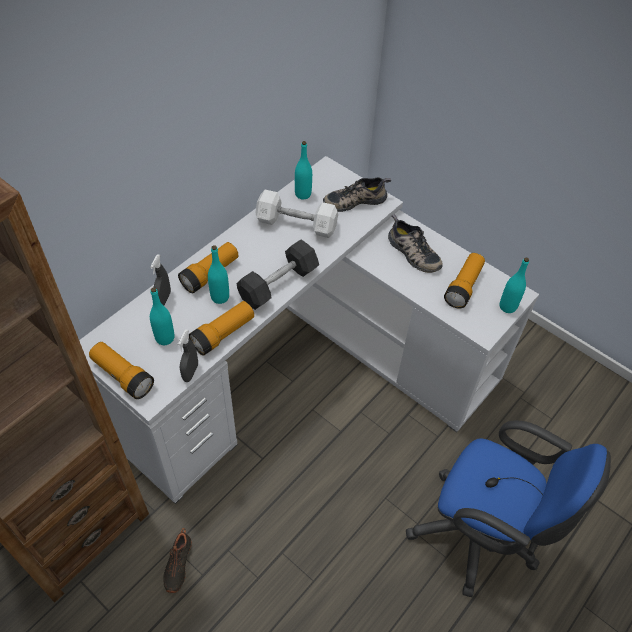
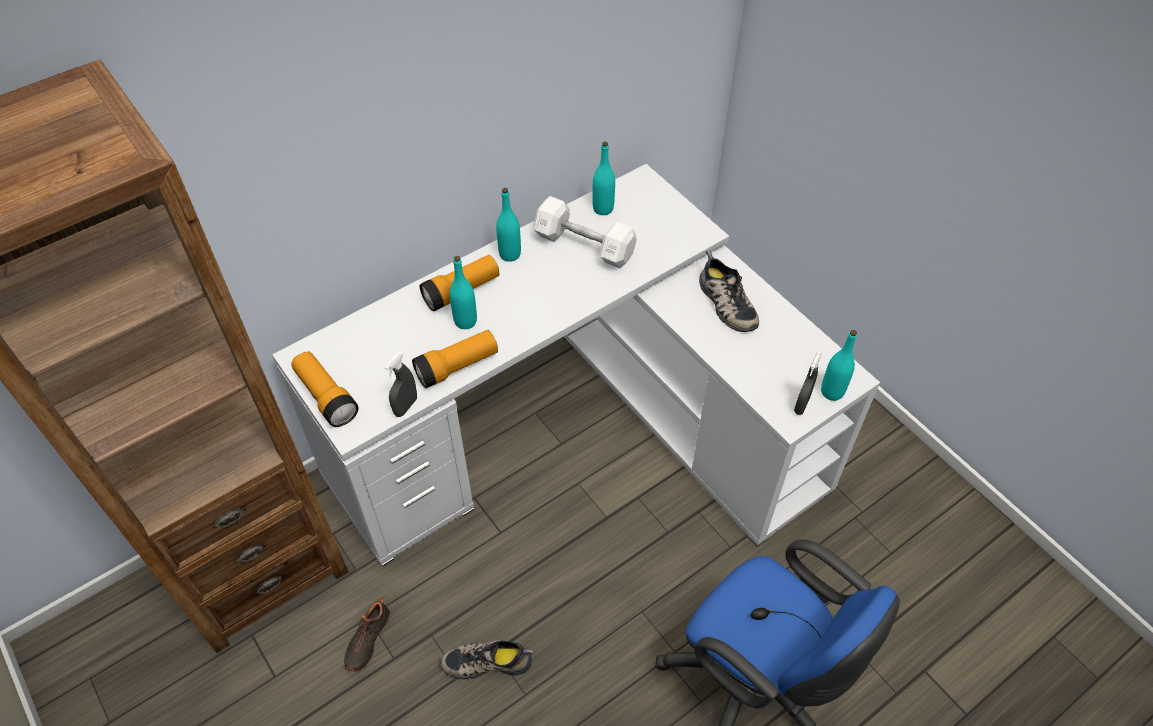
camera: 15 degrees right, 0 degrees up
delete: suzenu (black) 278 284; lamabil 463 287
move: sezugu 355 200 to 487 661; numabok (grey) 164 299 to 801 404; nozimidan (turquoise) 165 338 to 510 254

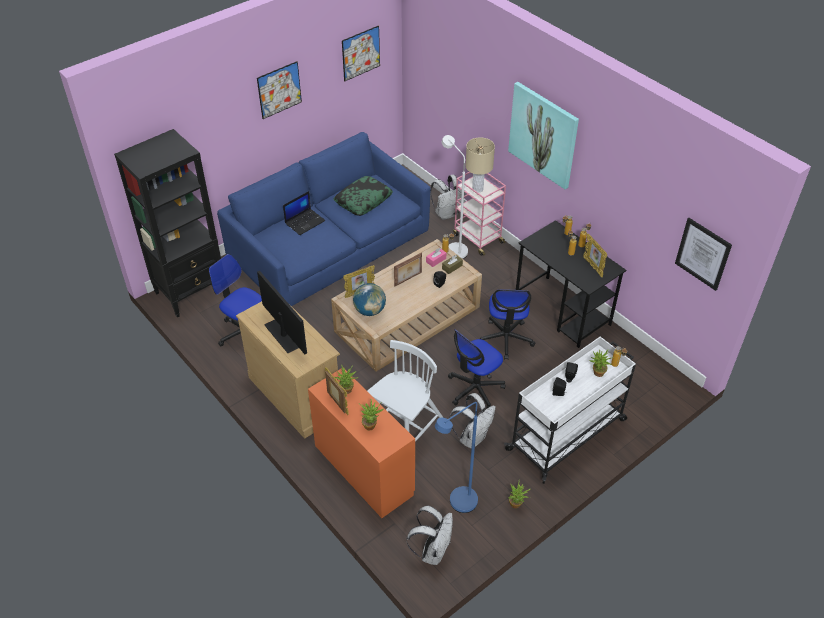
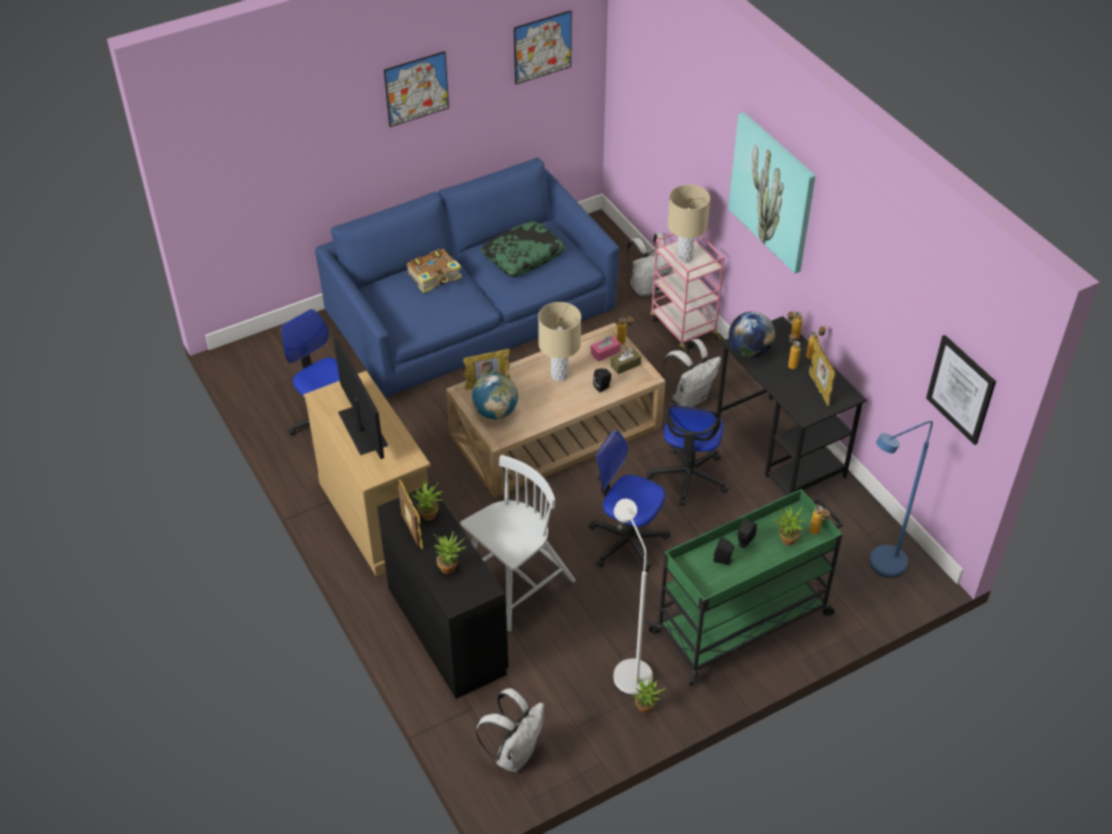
camera: 10 degrees right, 0 degrees up
delete: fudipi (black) 191 292
insert: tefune 749 351
move: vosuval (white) 453 248 to 628 669; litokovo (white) 472 437 to 690 398; vosuval (blue) 457 505 to 879 567
replace: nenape 305 221 to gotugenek 435 276; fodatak 408 279 to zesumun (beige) 559 375
recolor: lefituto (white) 567 434 to lefituto (green) 743 622; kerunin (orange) 363 470 to kerunin (black) 446 630
rotate: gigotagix 475 389 = 627 541 60 degrees clockwise

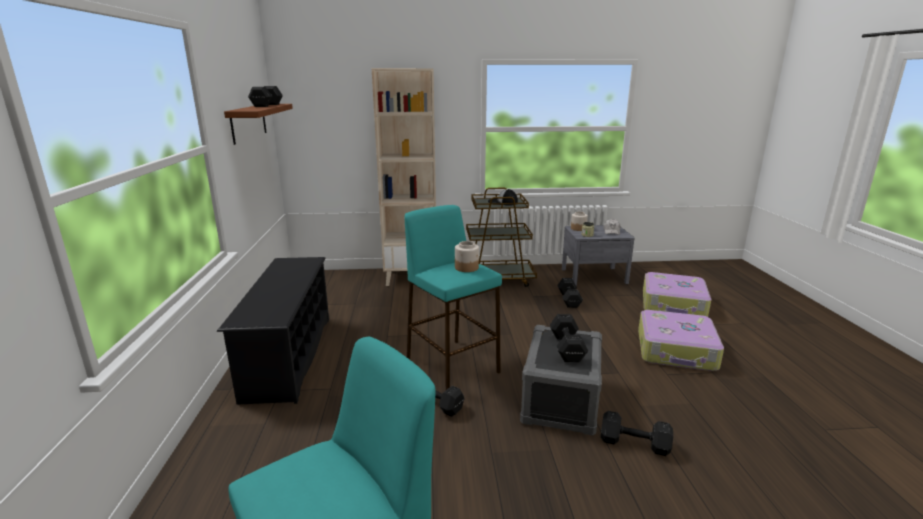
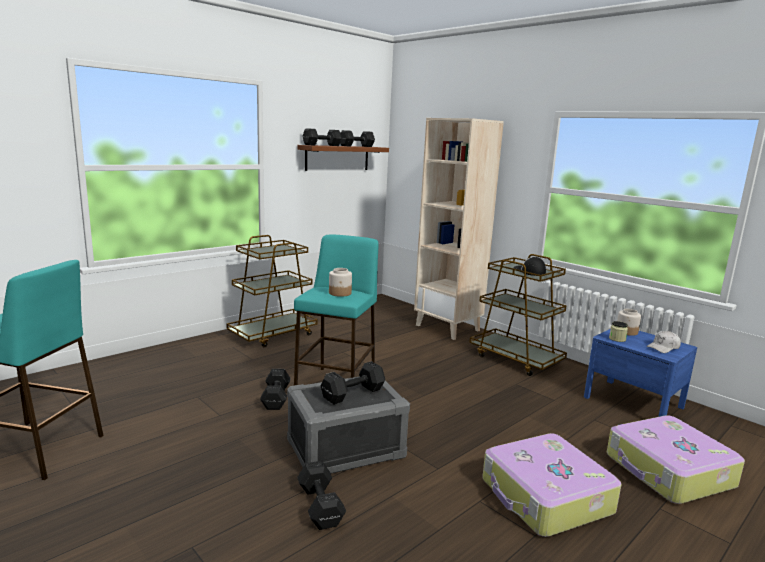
camera: 50 degrees right, 5 degrees down
move: suzenu (black) 569 299 to 323 145
replace: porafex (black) 289 356 to lefituto (brown) 273 334
recolor: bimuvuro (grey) 594 276 to bimuvuro (blue) 633 402

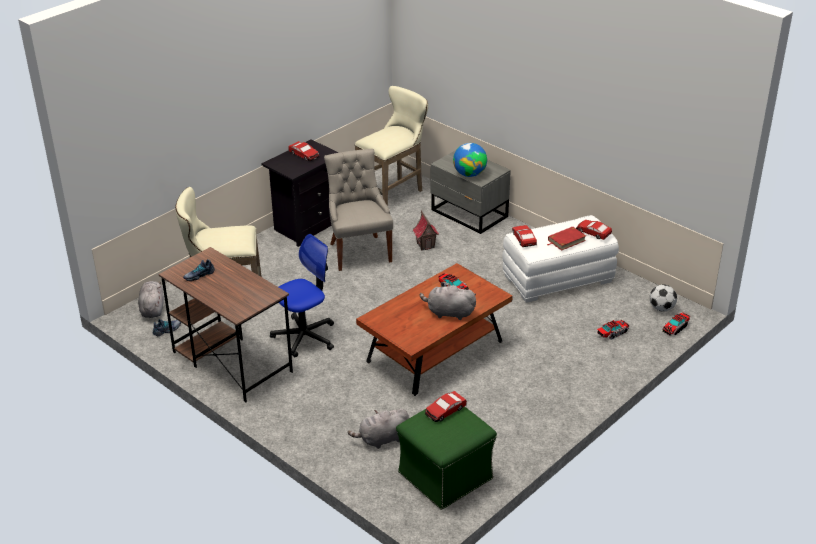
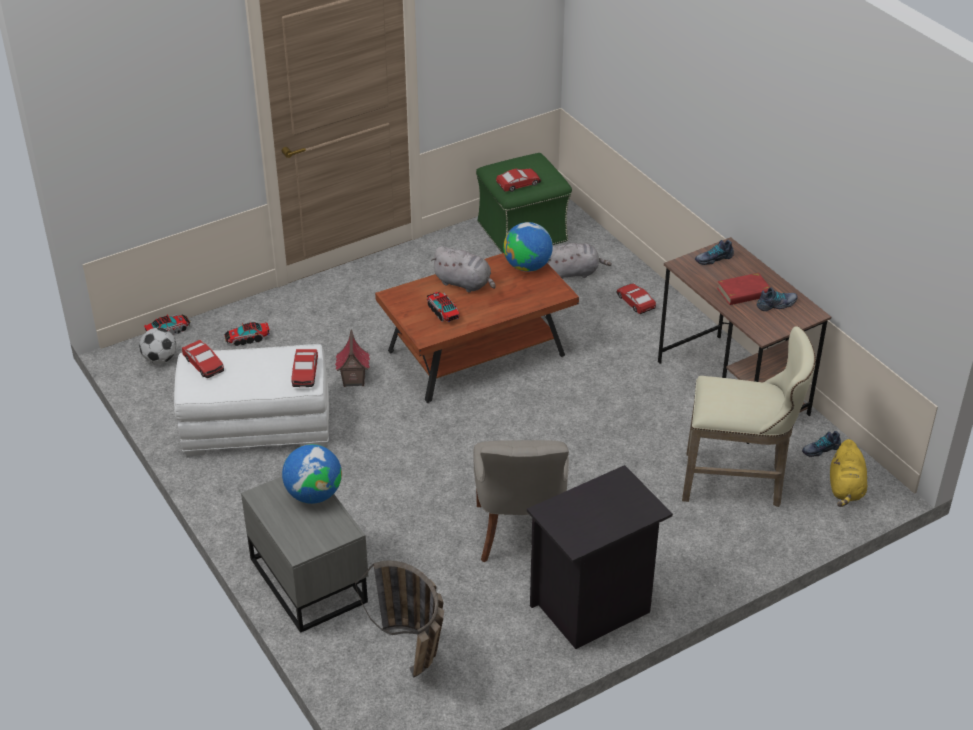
camera: 165 degrees left, 5 degrees up
delete: gigotagix 305 336
insert: tefune 527 266; sezugu 713 258
move: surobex 304 155 to 635 302; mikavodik 425 245 to 353 380; gotugenek (red) 566 240 to 744 292
replace: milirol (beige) 394 193 to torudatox 415 660
recolor: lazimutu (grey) 152 308 to lazimutu (yellow) 845 489

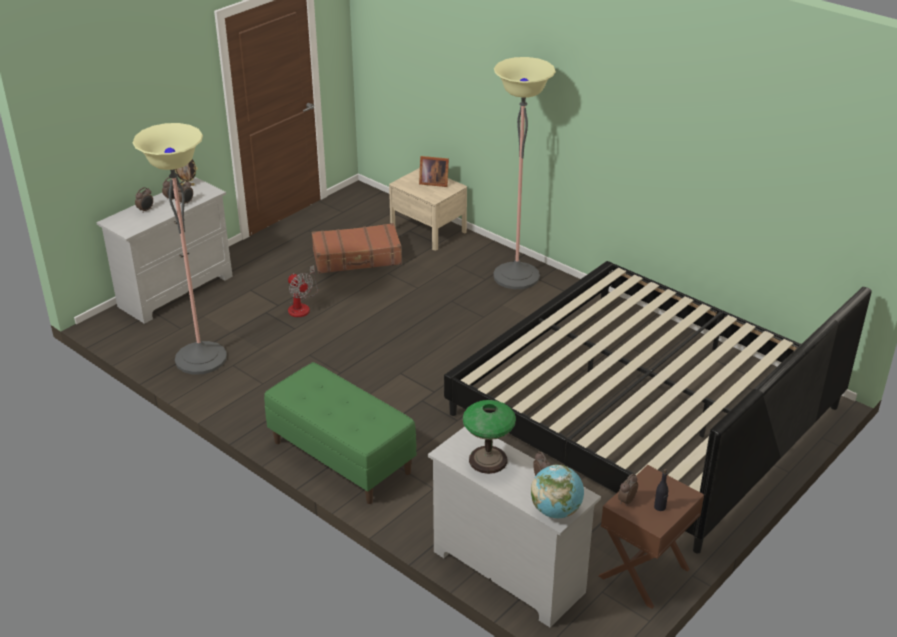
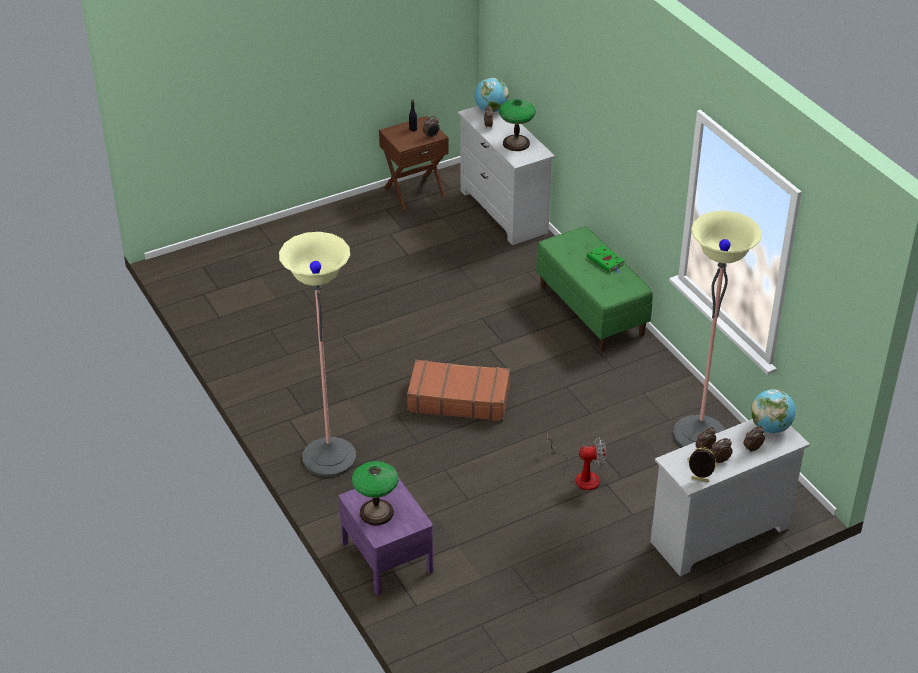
camera: 160 degrees left, 5 degrees up
delete: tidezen 644 411
insert: gotugenek (green) 606 262; tefune 770 427
move: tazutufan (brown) 357 258 to 458 399
replace: fodatak 433 182 to zesumun 376 512
recolor: bimuvuro (beige) 428 230 to bimuvuro (purple) 387 557
rotate: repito 301 306 = 580 476 105 degrees clockwise

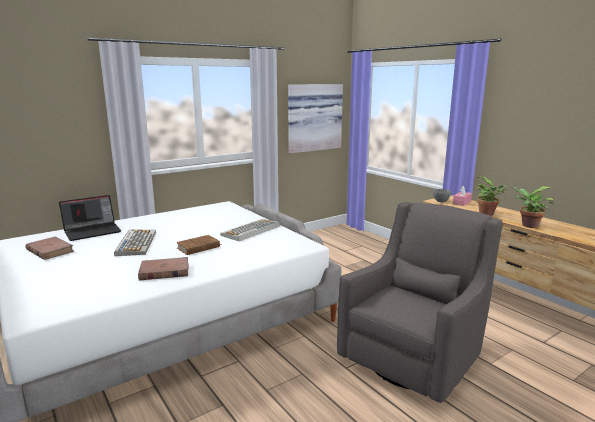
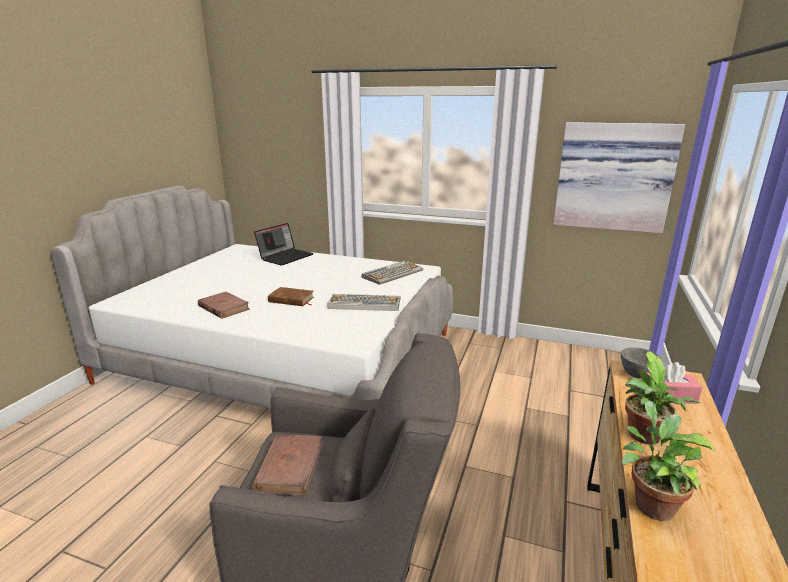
camera: 55 degrees right, 5 degrees up
move: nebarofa 136 243 to 393 273; gotugenek (brown) 50 250 to 290 467
rotate: nenape 93 231 = 286 257 75 degrees counterclockwise

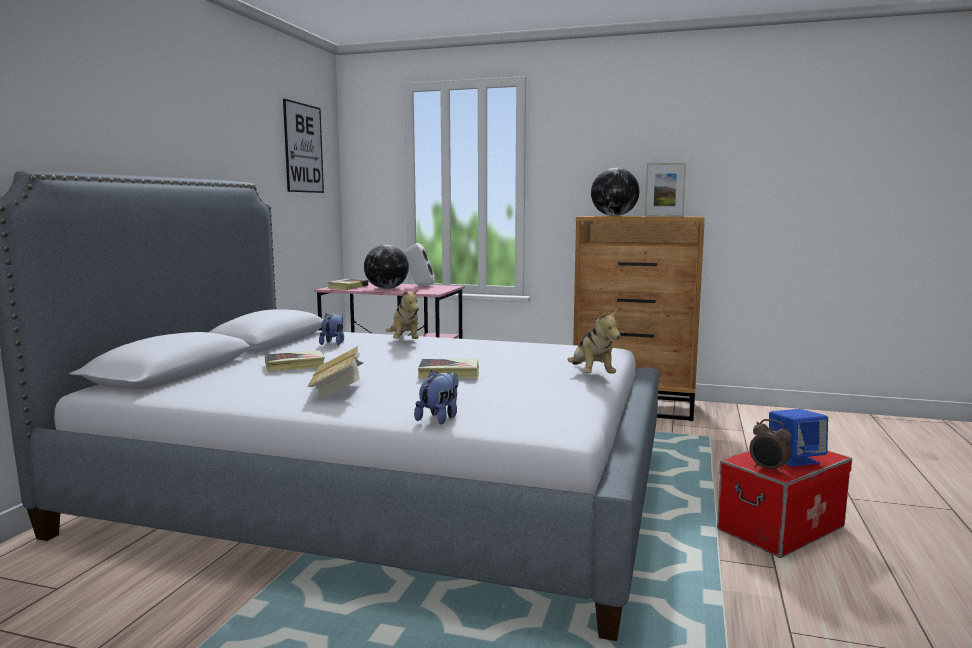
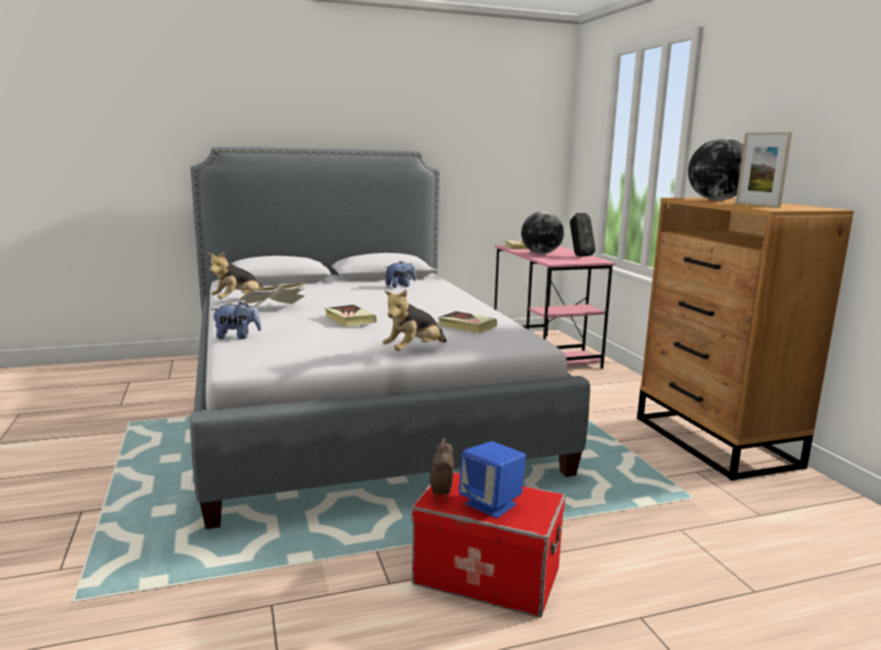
camera: 55 degrees right, 5 degrees up
delete: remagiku 303 148
move: lazimutu 405 342 to 238 301; gotugenek 295 365 to 467 326
recolor: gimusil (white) 420 286 to gimusil (black) 578 256

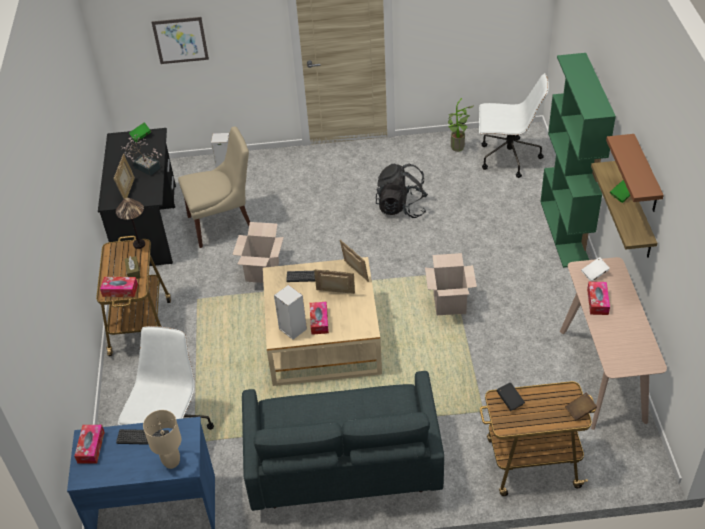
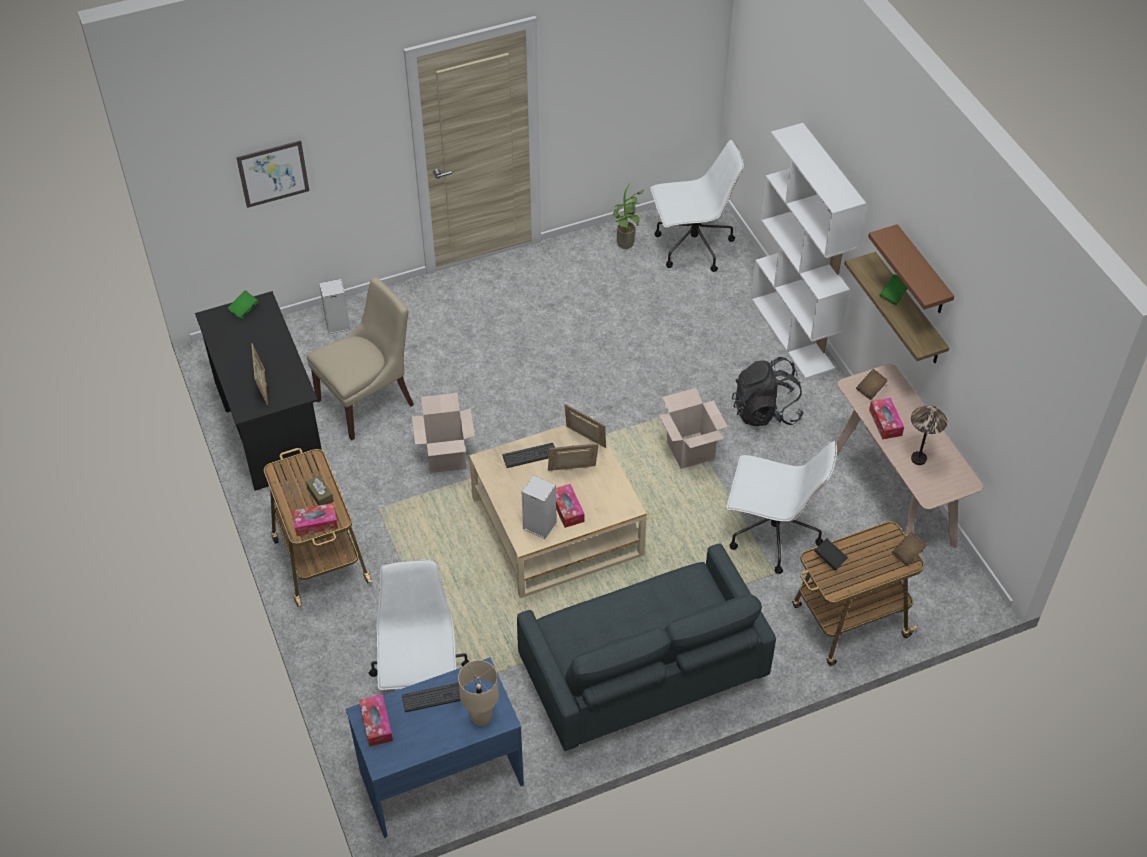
camera: 20 degrees left, 5 degrees up
delete: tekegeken 145 166
insert: gigotagix (white) 771 534
move: litokovo (black) 401 207 to 765 411; zesumun 139 244 to 918 458
recolor: fudipi (green) 565 232 to fudipi (white) 793 333; gotugenek (white) 594 274 to gotugenek (brown) 870 389

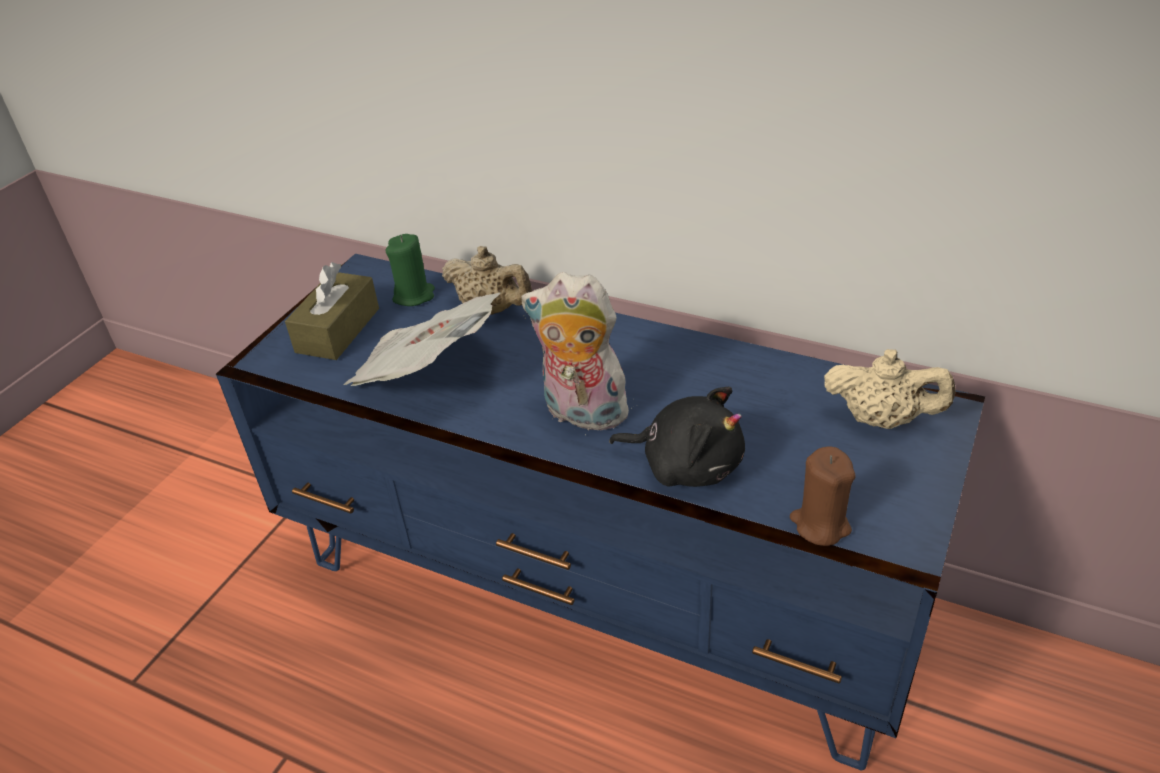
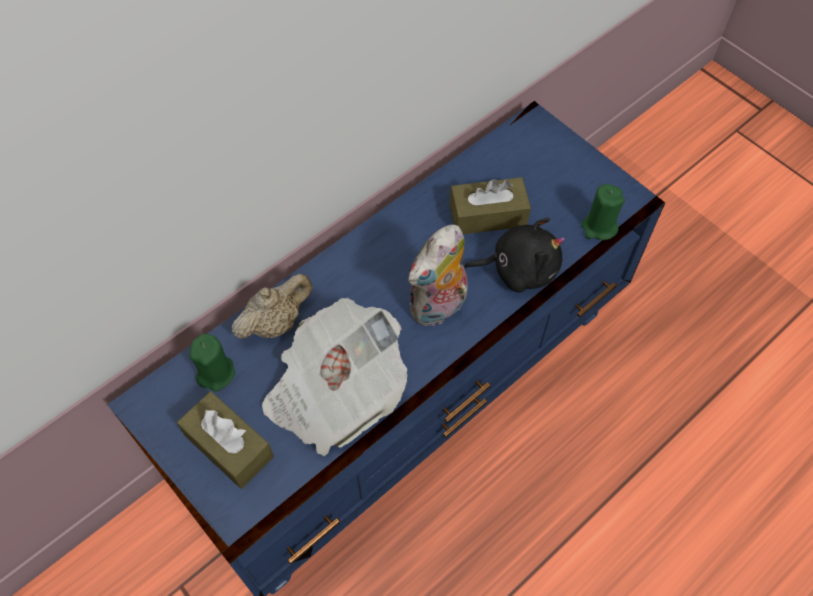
camera: 70 degrees left, 20 degrees up
delete: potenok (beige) 881 420
insert: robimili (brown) 488 215
recolor: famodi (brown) 820 524 to famodi (green) 599 227
rotate: lazimutu (black) 686 464 = 519 269 45 degrees clockwise

